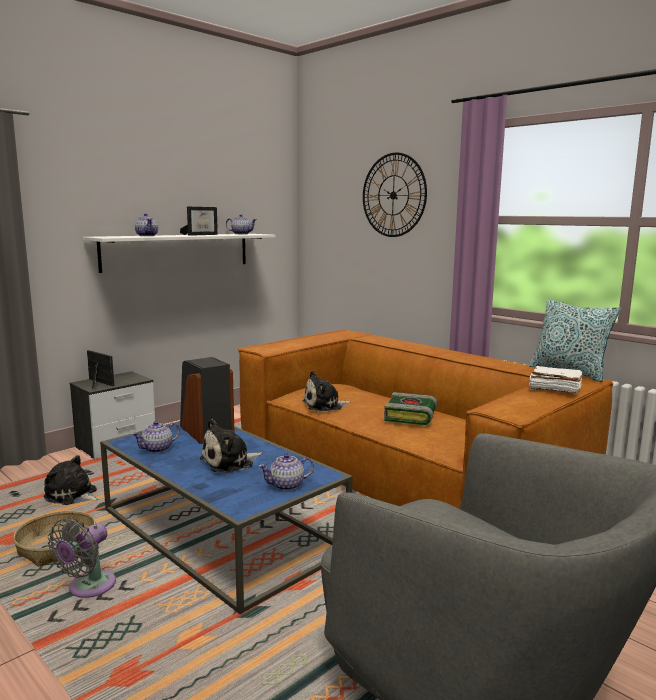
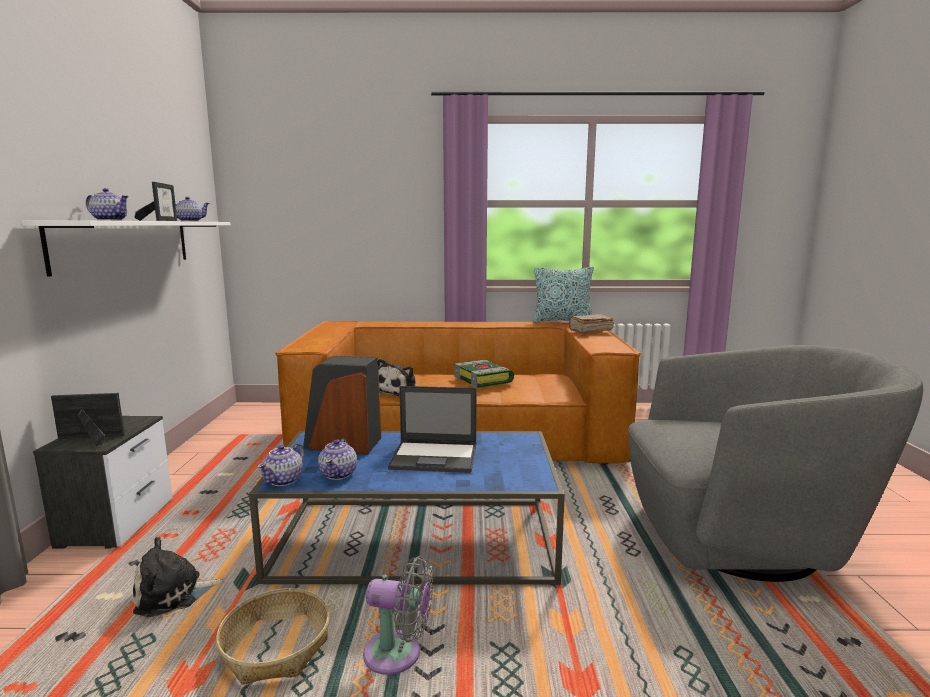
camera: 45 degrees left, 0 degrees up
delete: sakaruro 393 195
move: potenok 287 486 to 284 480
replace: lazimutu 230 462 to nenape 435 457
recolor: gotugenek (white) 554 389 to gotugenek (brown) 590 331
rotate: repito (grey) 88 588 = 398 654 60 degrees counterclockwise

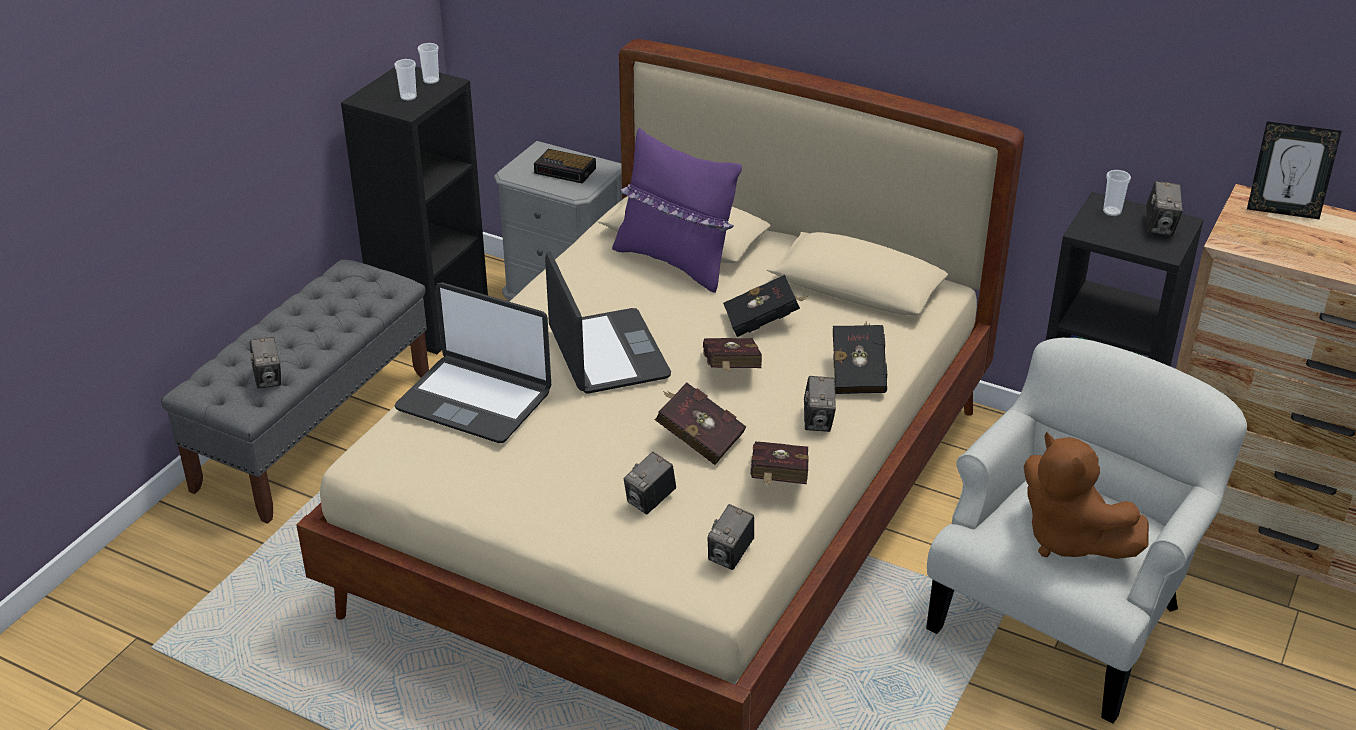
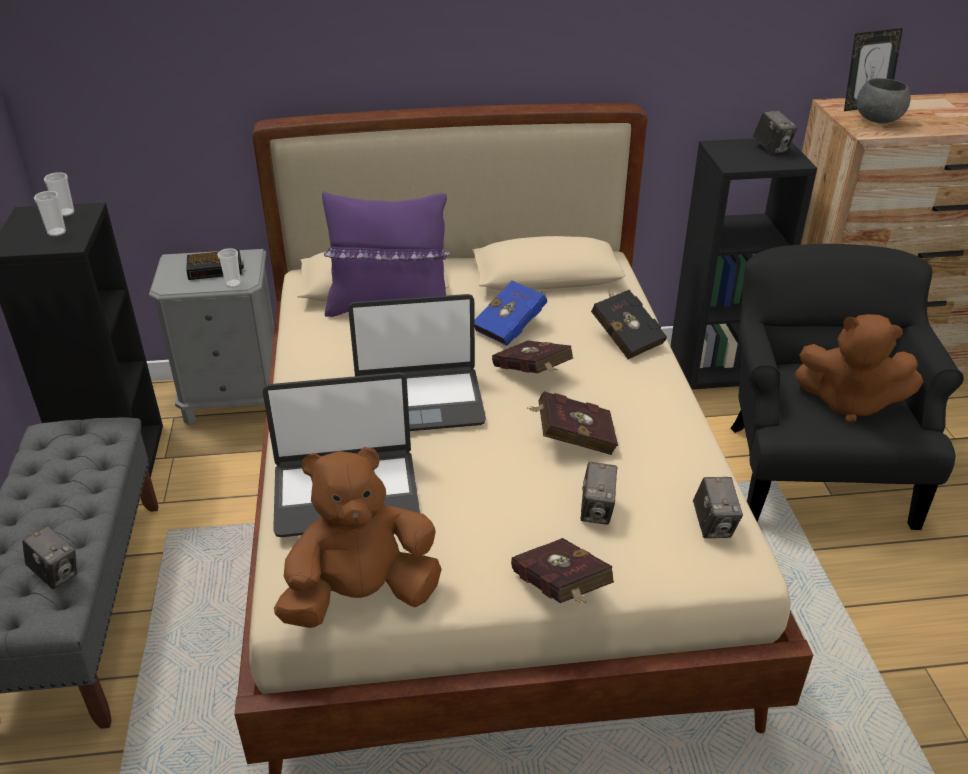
camera: 35 degrees left, 0 degrees up
delete: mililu 818 421
insert: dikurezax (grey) 877 121; lazimutu (brown) 361 596
move: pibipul 1112 211 to 233 284; gotugenek (red) 777 482 to 561 591
recolor: gotugenek (black) 764 322 to gotugenek (blue) 512 327; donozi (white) 1062 616 to donozi (black) 812 470
rotate: nenape 607 353 = 418 401 135 degrees clockwise

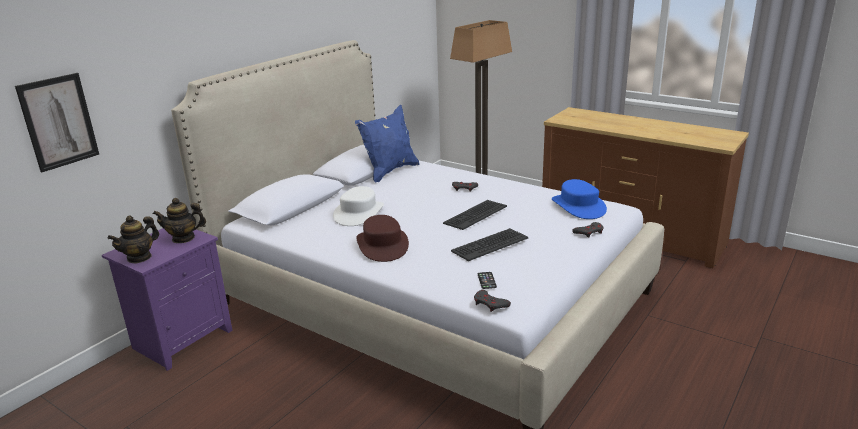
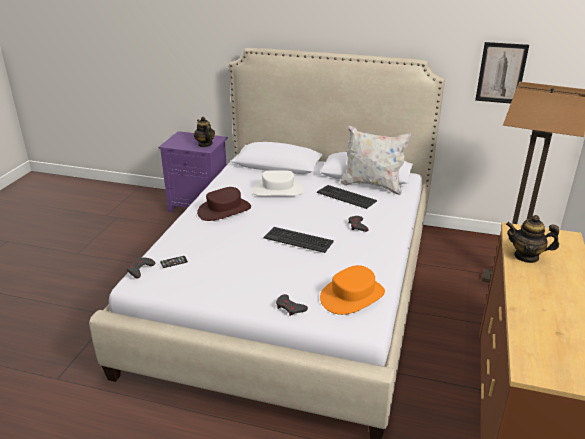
camera: 70 degrees right, 5 degrees up
move: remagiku 58 122 to 501 73; potenok 139 257 to 526 256; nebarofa 489 245 to 346 197
recolor: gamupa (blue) 390 171 to gamupa (white) 372 185; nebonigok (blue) 578 206 to nebonigok (orange) 352 296

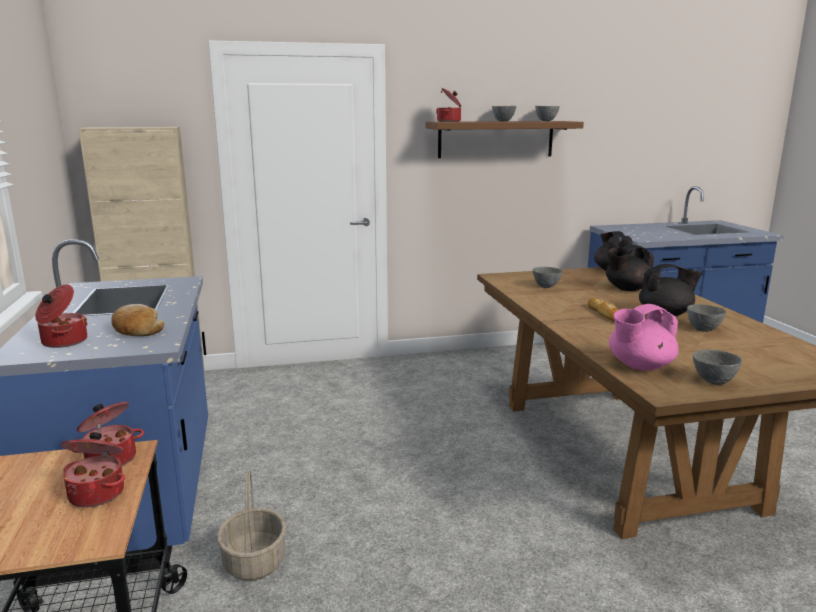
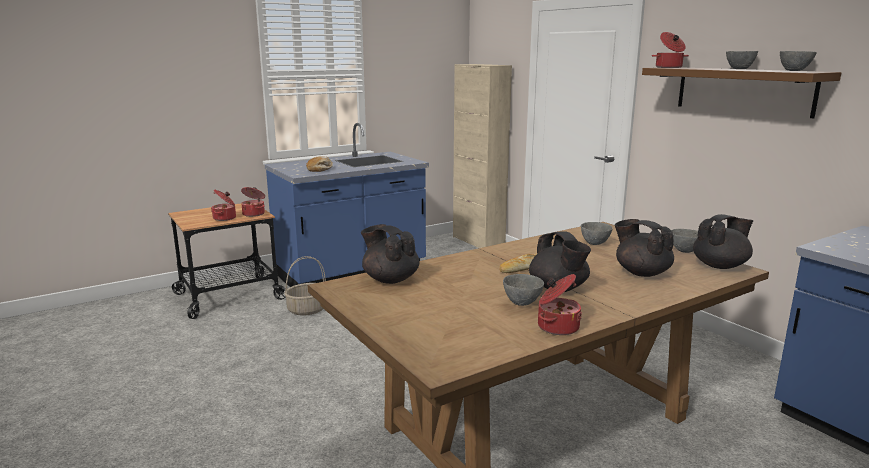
camera: 70 degrees right, 0 degrees up
move: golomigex 63 341 to 557 326; dikurezax (grey) 714 382 to 684 251
recolor: potenok (pink) 639 366 to potenok (black) 390 279

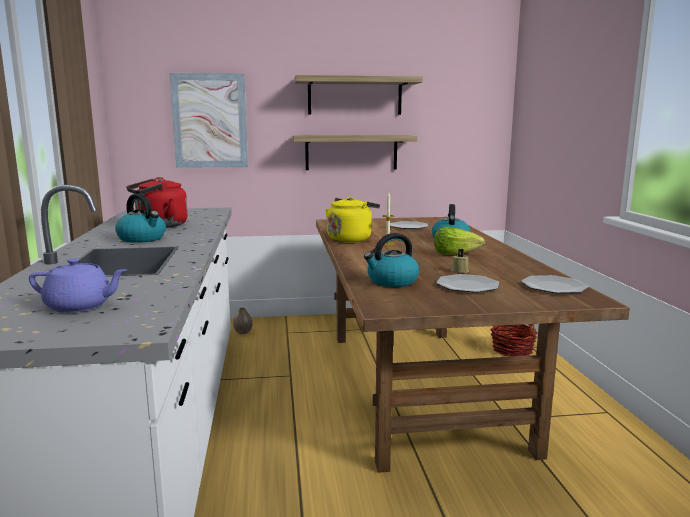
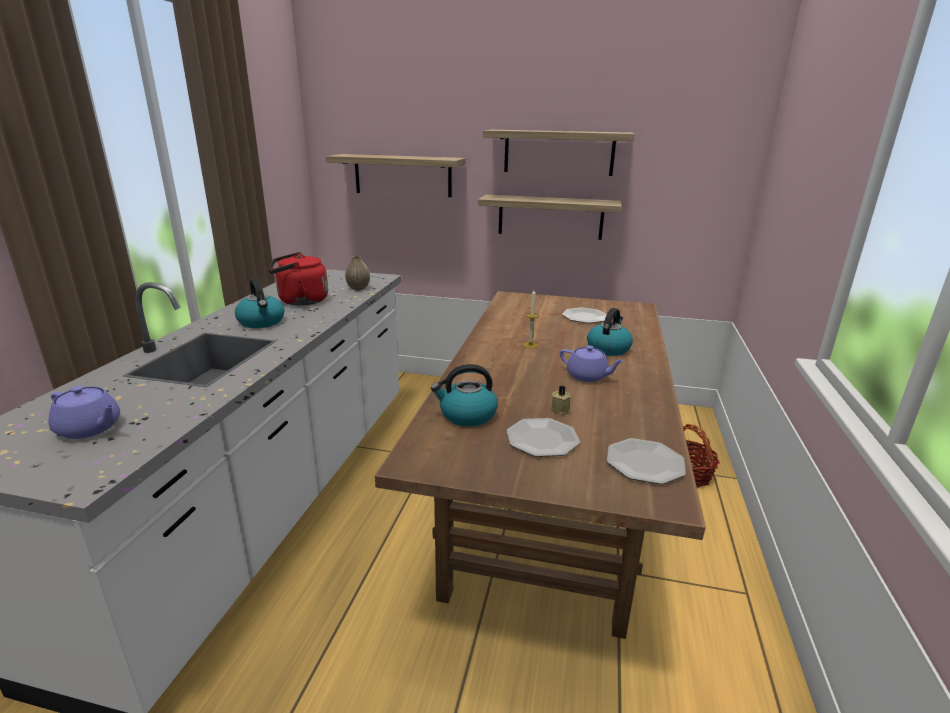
camera: 20 degrees right, 10 degrees up
delete: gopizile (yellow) 351 239
move: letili 243 332 to 358 288
replace: remagiku 210 121 to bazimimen 402 175; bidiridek 455 254 to potenok (purple) 588 376

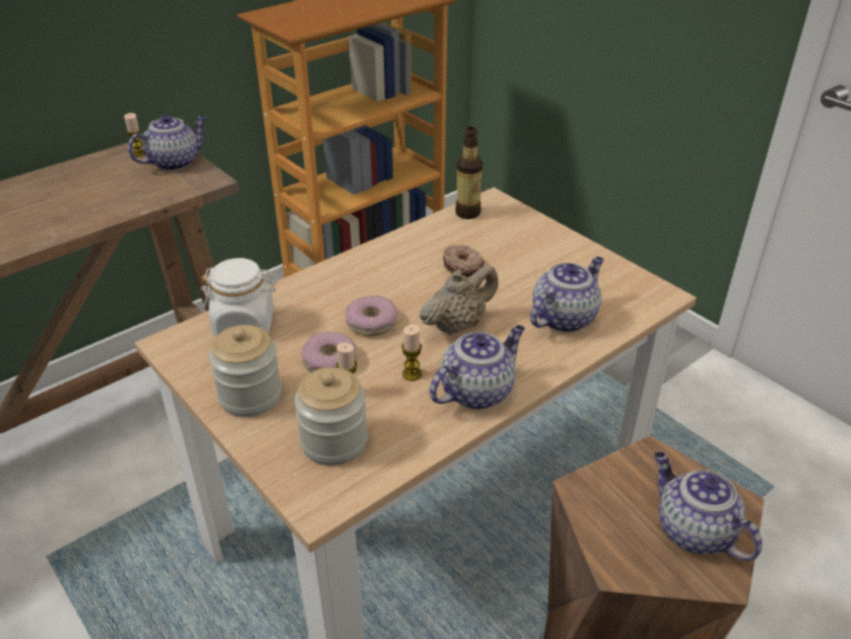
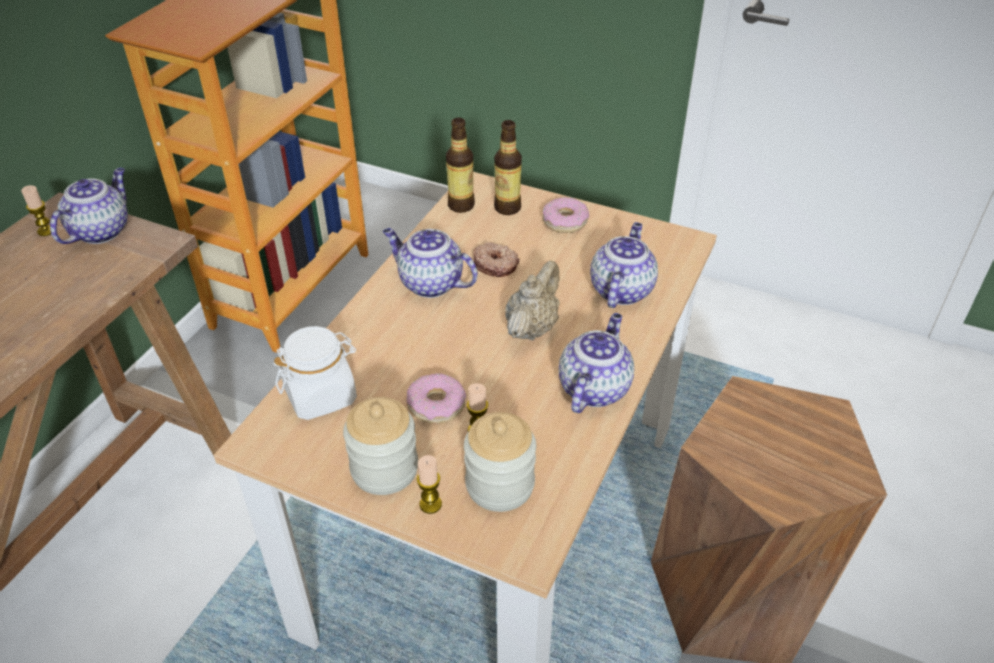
camera: 25 degrees left, 5 degrees up
insert: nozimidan 507 208
move: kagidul 371 322 to 564 221; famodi 412 374 to 430 504; potenok 692 531 to 429 283

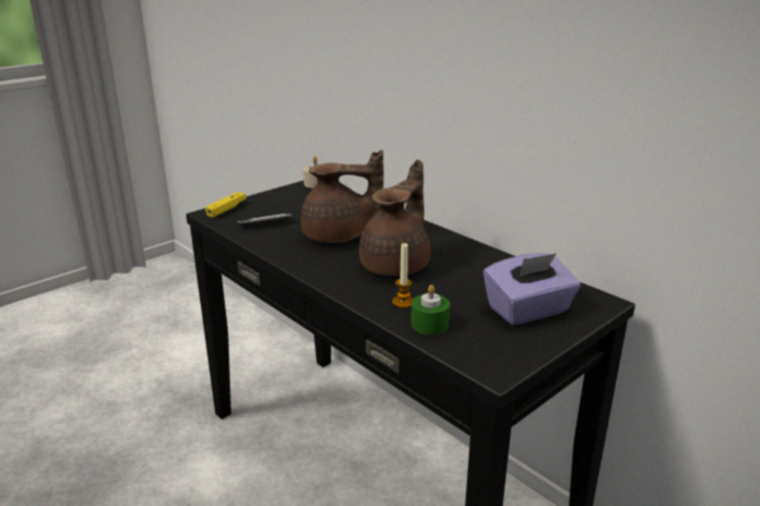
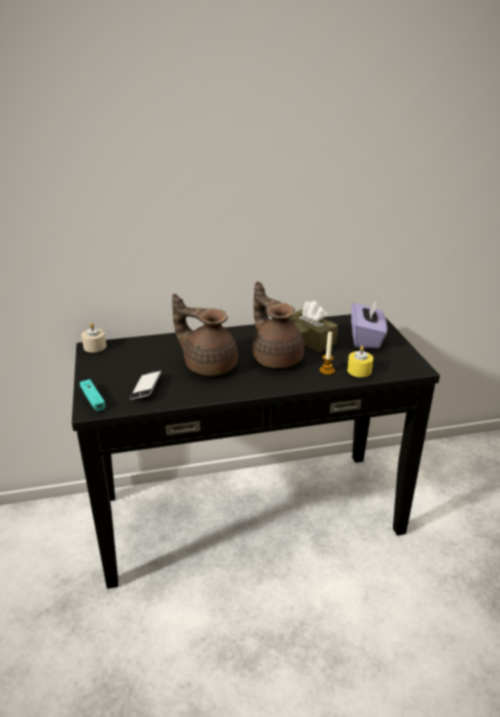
camera: 60 degrees left, 5 degrees up
insert: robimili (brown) 310 339
recolor: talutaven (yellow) 226 209 to talutaven (turquoise) 93 399; famodi (green) 430 324 to famodi (yellow) 359 370
rotate: potenok (brown) 338 236 = 209 365 90 degrees counterclockwise

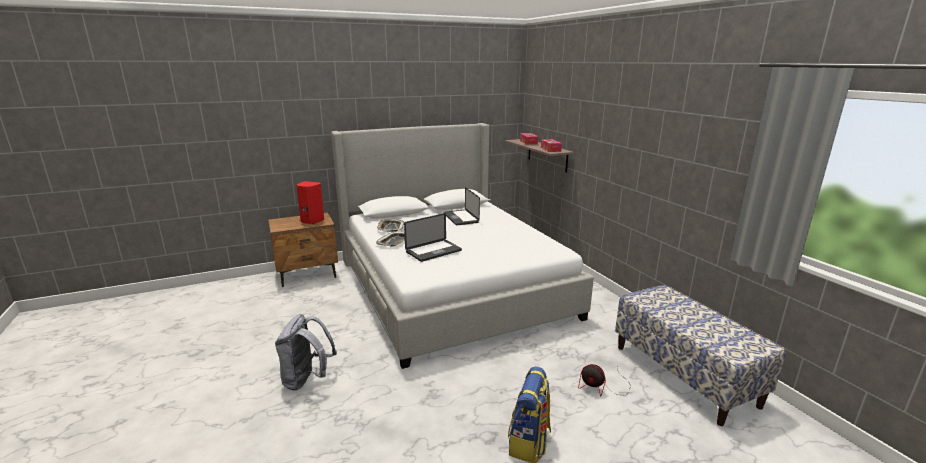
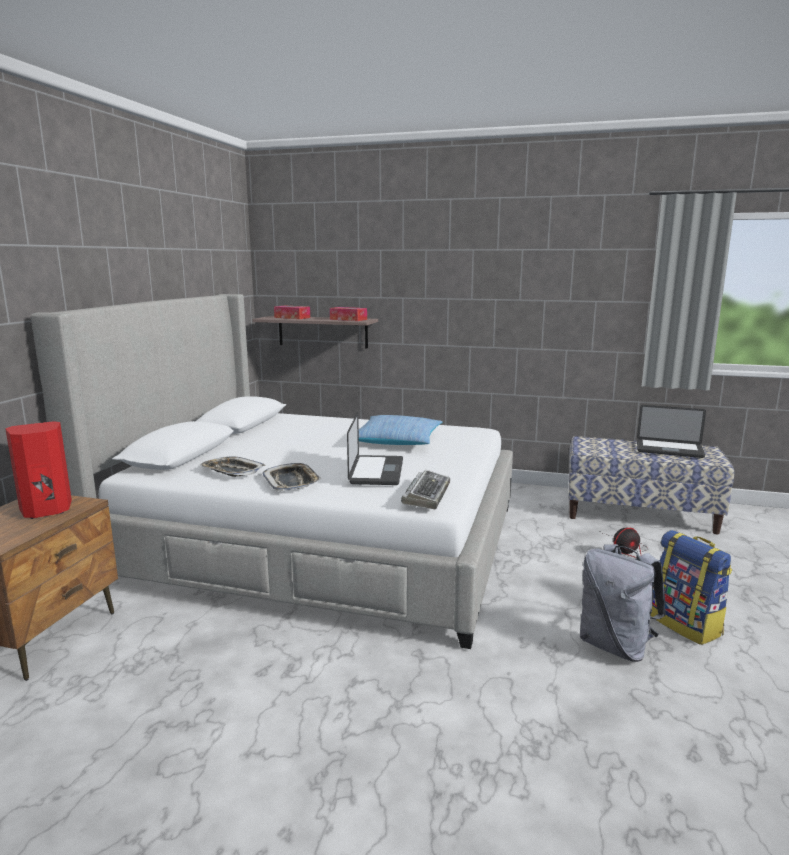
camera: 50 degrees left, 5 degrees down
insert: gamupa 397 441; nebarofa 426 494
move: nenape 461 218 to 669 450; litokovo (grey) 307 380 to 615 646

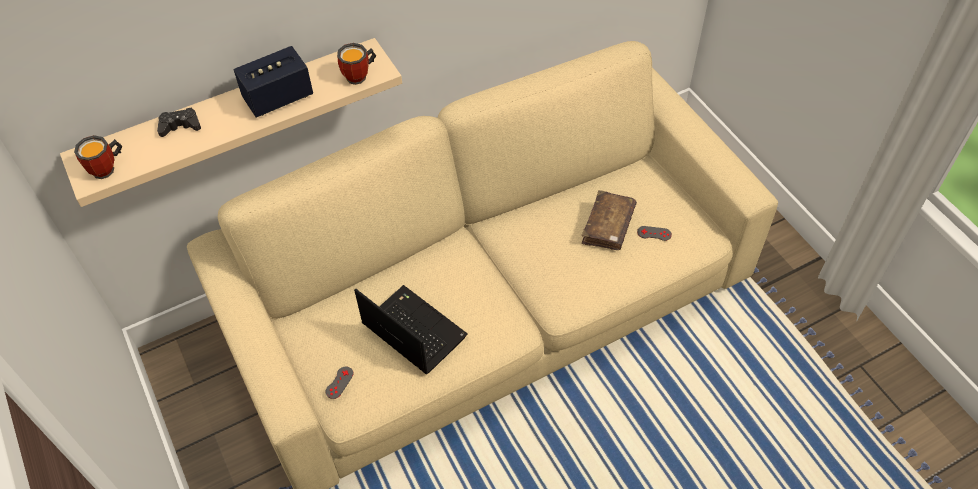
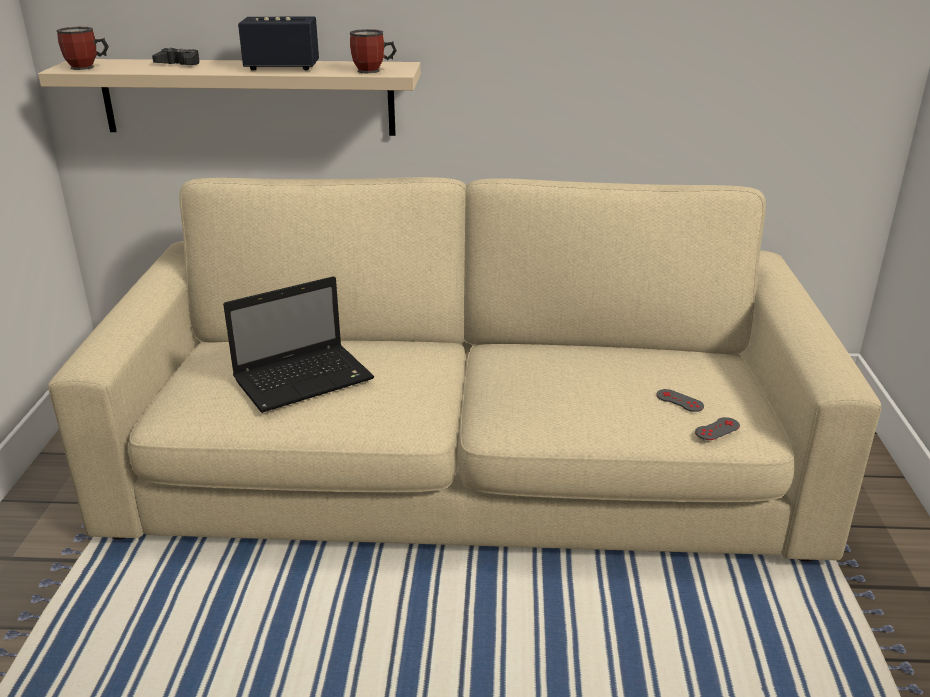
camera: 30 degrees right, 25 degrees down
delete: gotugenek (brown) 608 226
move: talutaven (grey) 339 382 to 717 429
rotate: nenape 412 330 = 306 379 75 degrees clockwise

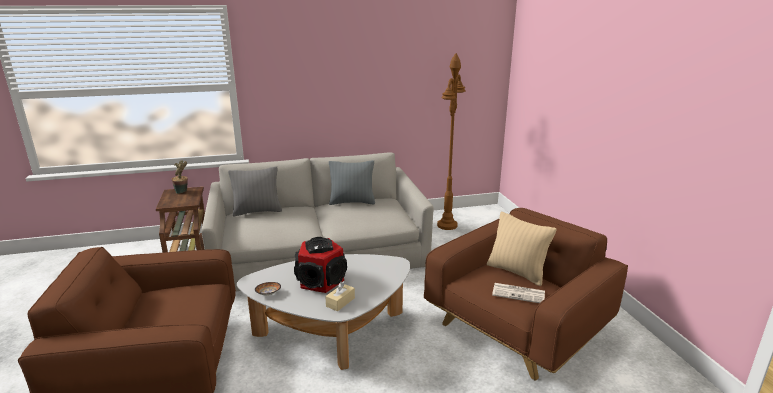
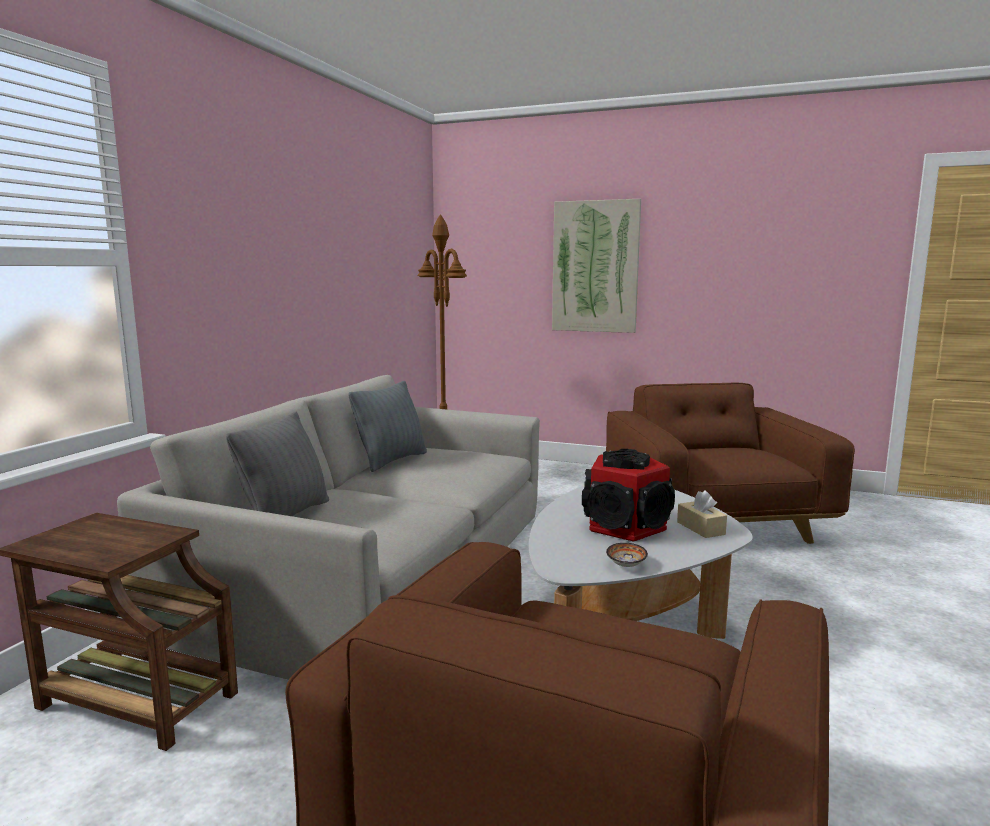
camera: 55 degrees left, 10 degrees down
delete: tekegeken 182 192; gamupa (beige) 517 272; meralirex 519 293
insert: remagiku 595 267

